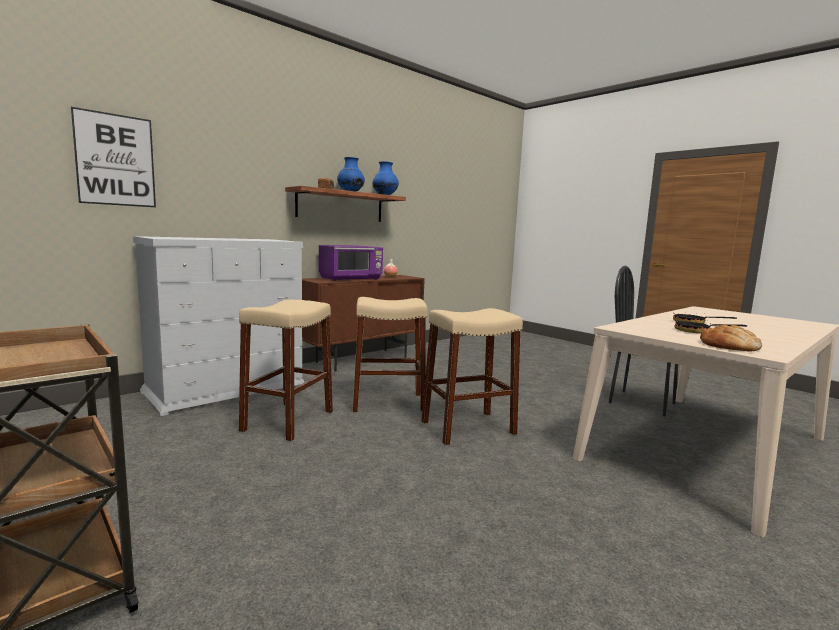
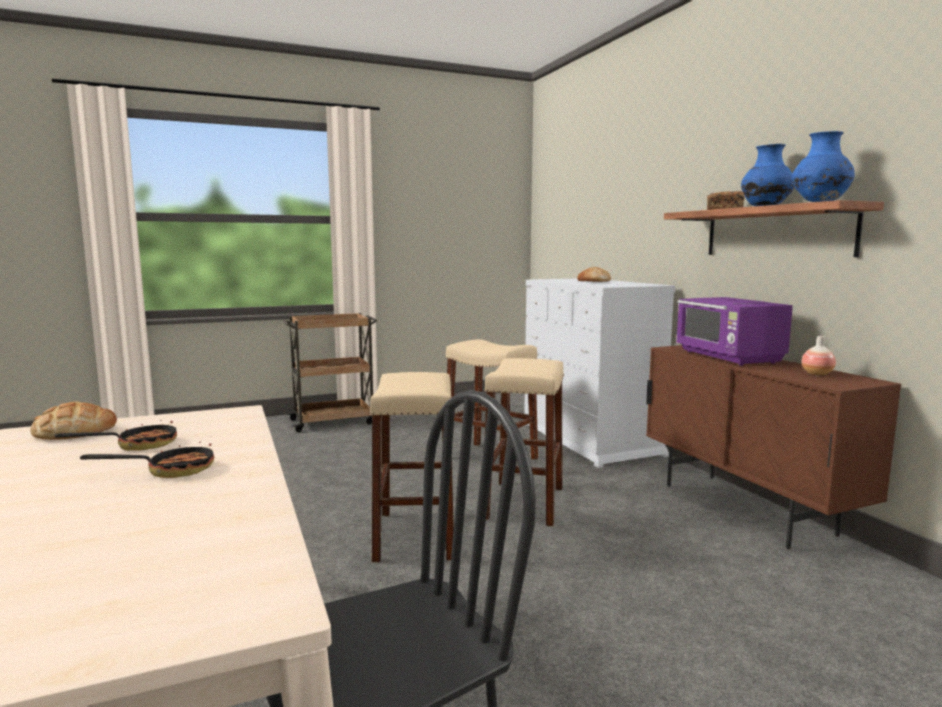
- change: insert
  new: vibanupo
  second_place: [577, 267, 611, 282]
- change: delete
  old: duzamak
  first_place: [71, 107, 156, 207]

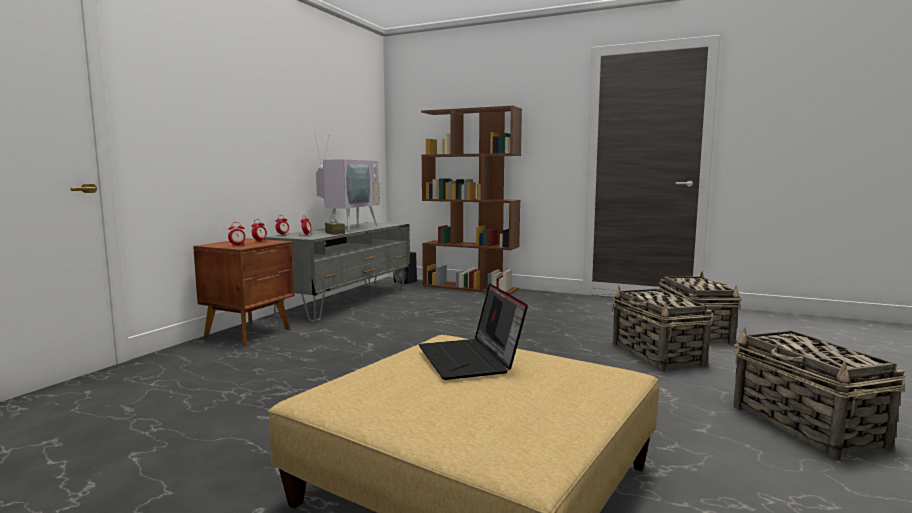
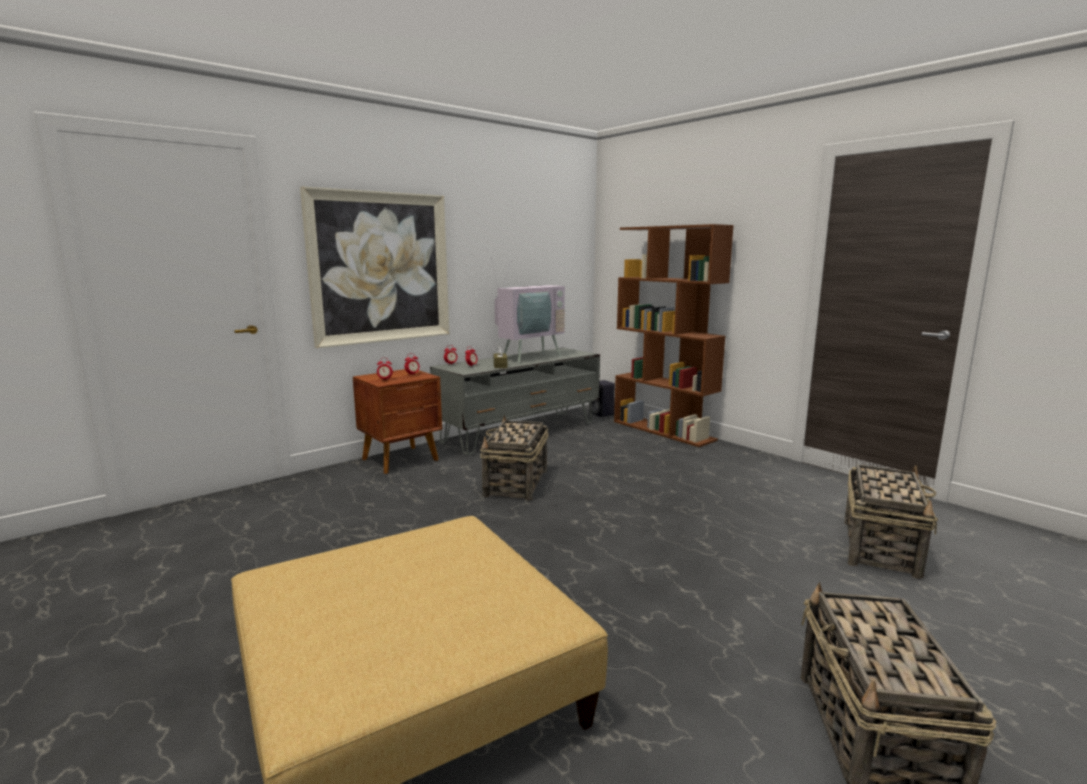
- change: insert
  new: duzamak
  second_place: [300, 186, 449, 348]
- change: move
  old: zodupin
  first_place: [612, 286, 713, 372]
  second_place: [480, 415, 548, 501]
- change: delete
  old: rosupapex
  first_place: [419, 283, 528, 380]

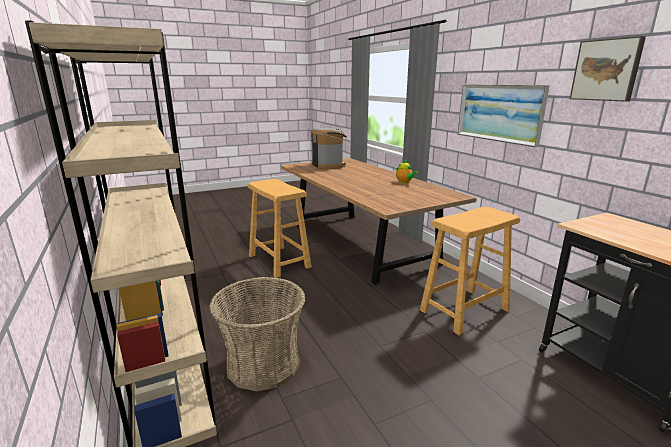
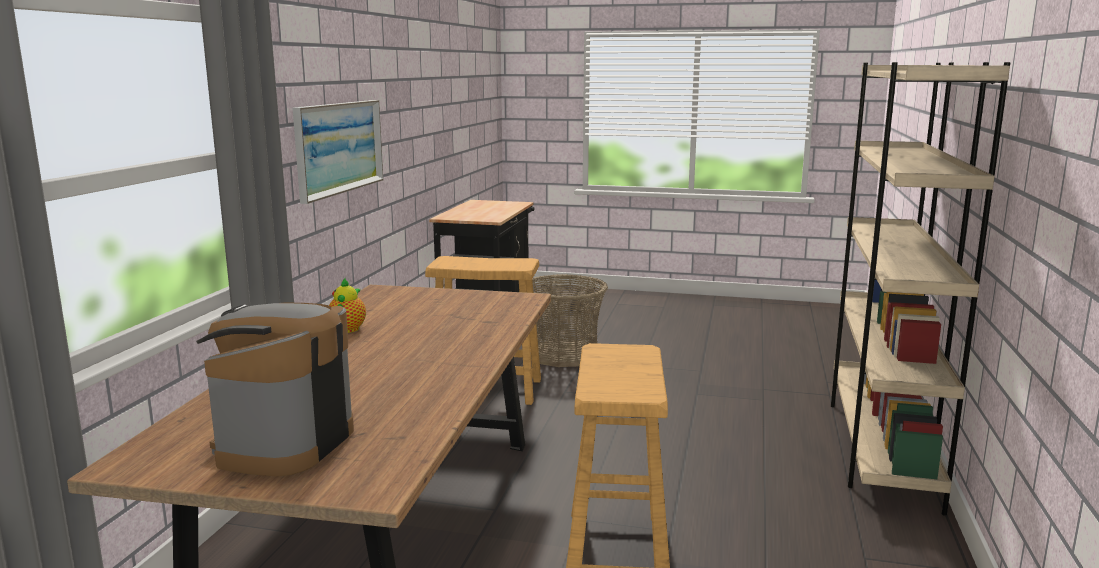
- change: move
  old: zodupin
  first_place: [209, 277, 306, 391]
  second_place: [530, 274, 608, 367]
- change: delete
  old: duzamak
  first_place: [570, 36, 646, 102]

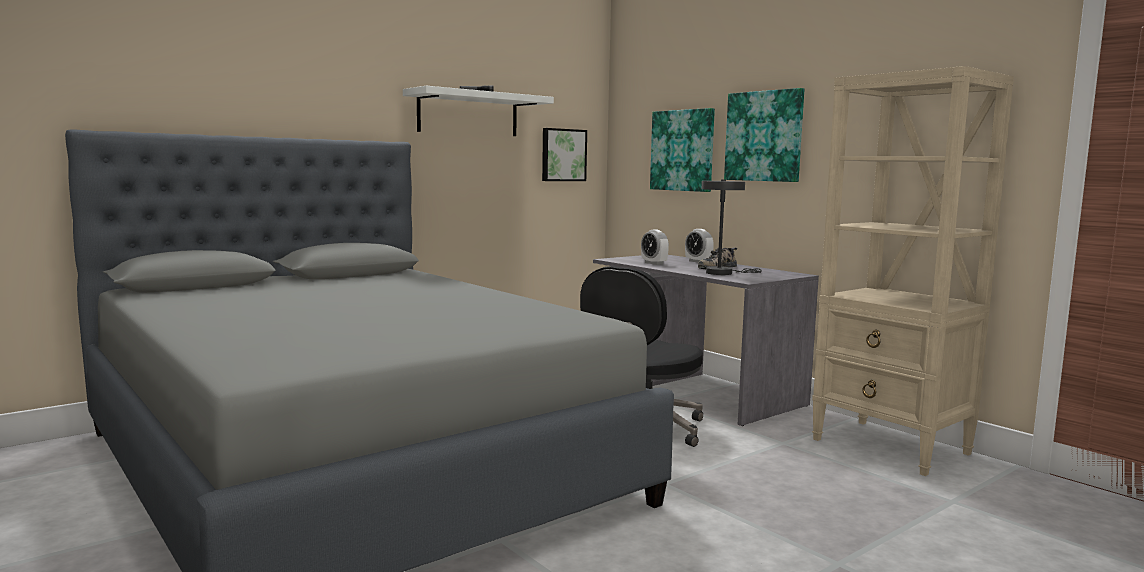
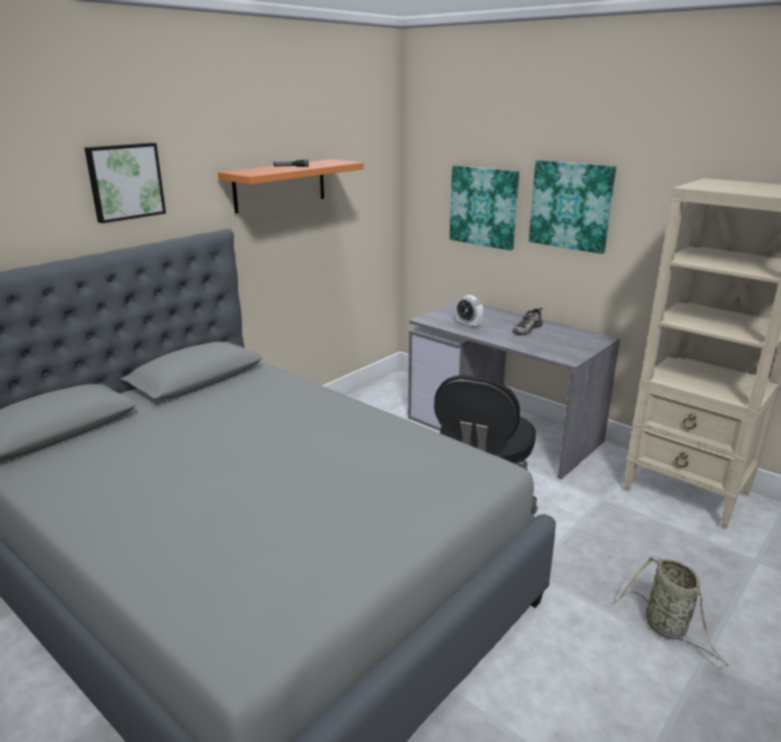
- change: move
  old: duzamak
  first_place: [542, 128, 587, 181]
  second_place: [84, 143, 166, 223]
- change: recolor
  old: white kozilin
  new: orange kozilin
  first_place: [403, 86, 554, 136]
  second_place: [218, 159, 364, 214]
- change: insert
  new: zodupin
  second_place: [618, 556, 728, 667]
- change: delete
  old: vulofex
  first_place: [685, 229, 714, 263]
- change: delete
  old: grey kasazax
  first_place: [702, 179, 762, 275]

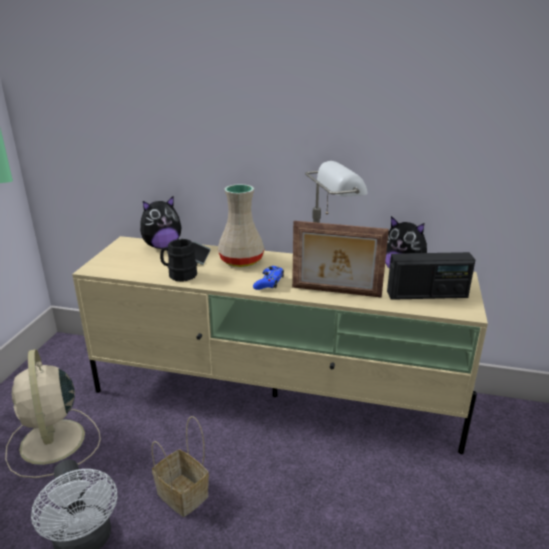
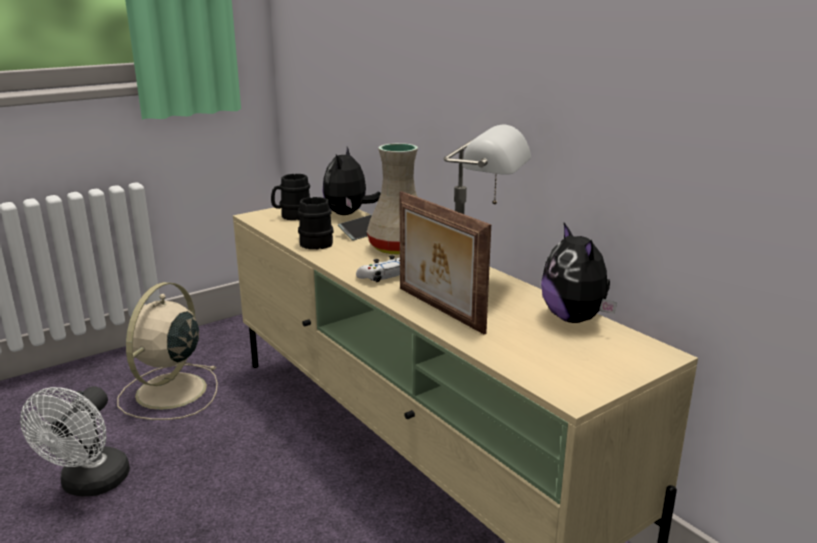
- change: insert
  new: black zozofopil
  second_place: [271, 174, 310, 220]
- change: rotate
  old: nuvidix
  first_place: [140, 196, 182, 249]
  second_place: [323, 147, 381, 215]
  degrees: 90
- change: recolor
  old: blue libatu
  new: white libatu
  first_place: [253, 266, 284, 290]
  second_place: [356, 255, 400, 282]
- change: delete
  old: zodupin
  first_place: [152, 416, 209, 517]
- change: delete
  old: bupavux
  first_place: [387, 252, 476, 300]

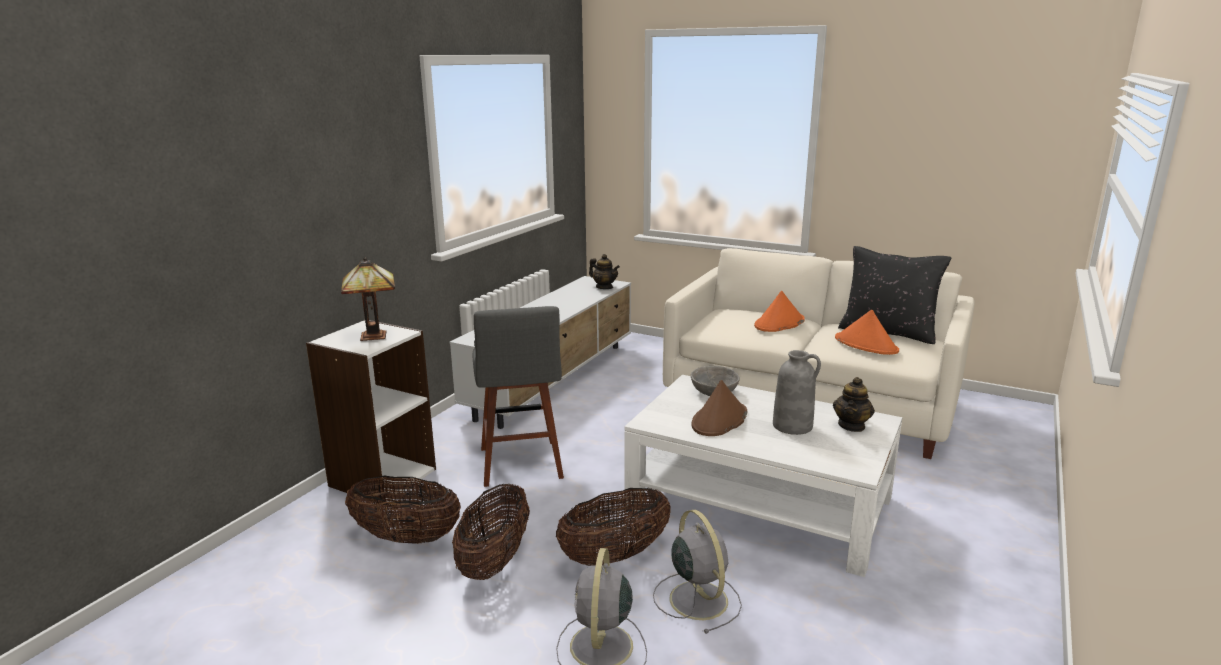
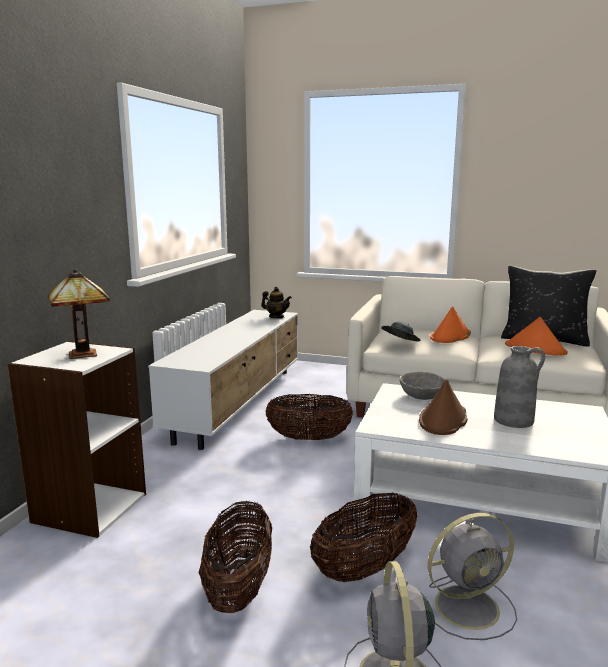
- change: move
  old: zodupin
  first_place: [345, 476, 461, 544]
  second_place: [266, 394, 353, 440]
- change: insert
  new: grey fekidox
  second_place: [381, 321, 420, 342]
- change: rotate
  old: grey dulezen
  first_place: [653, 510, 742, 634]
  second_place: [428, 513, 517, 640]
  degrees: 105
- change: delete
  old: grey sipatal
  first_place: [473, 306, 564, 487]
- change: delete
  old: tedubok
  first_place: [833, 377, 875, 432]

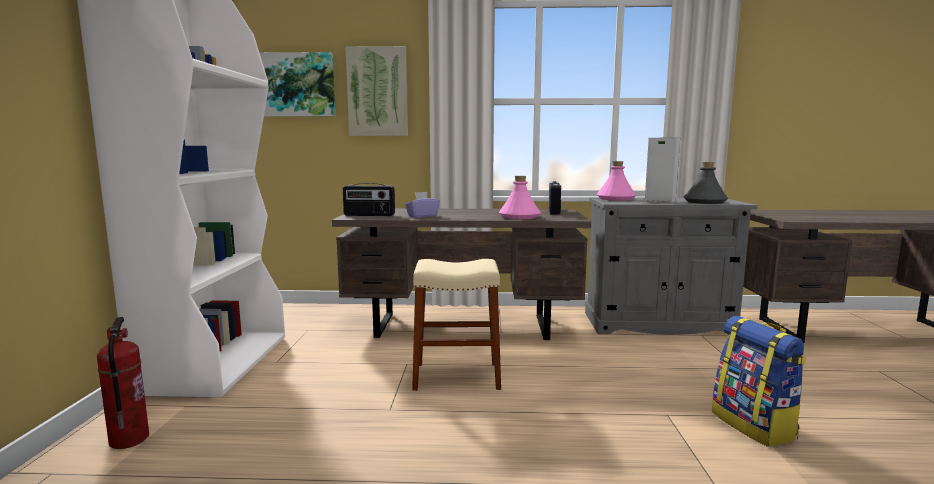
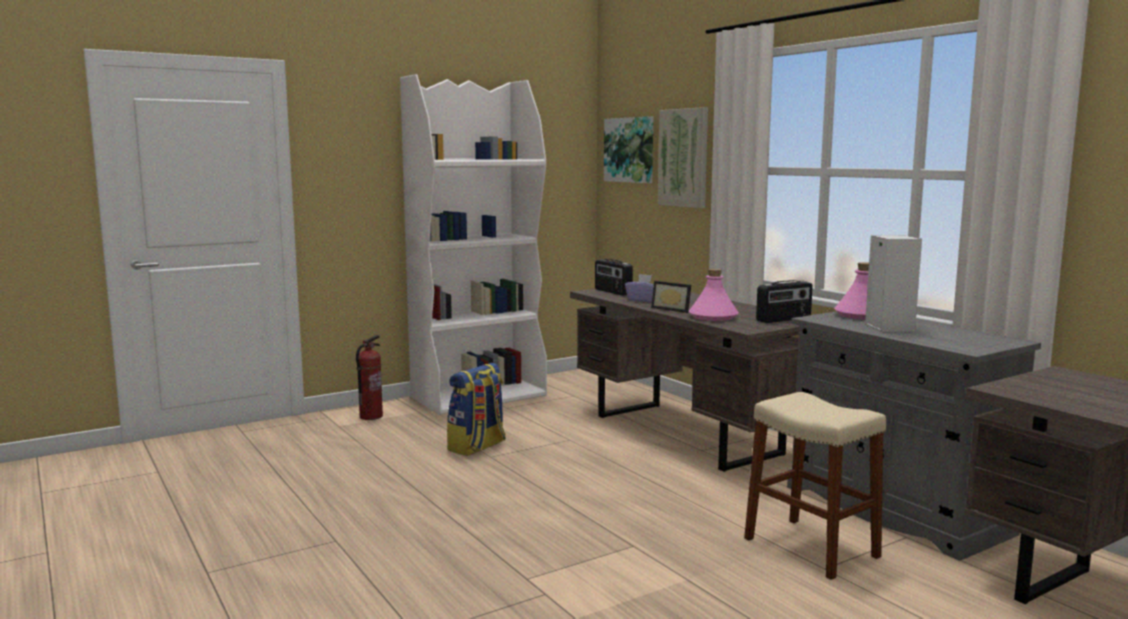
- change: move
  old: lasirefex
  first_place: [712, 316, 806, 447]
  second_place: [447, 363, 506, 456]
- change: insert
  new: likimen
  second_place: [651, 281, 691, 313]
- change: move
  old: beige sipatal
  first_place: [412, 259, 501, 391]
  second_place: [744, 392, 886, 580]
- change: delete
  old: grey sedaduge
  first_place: [684, 162, 728, 204]

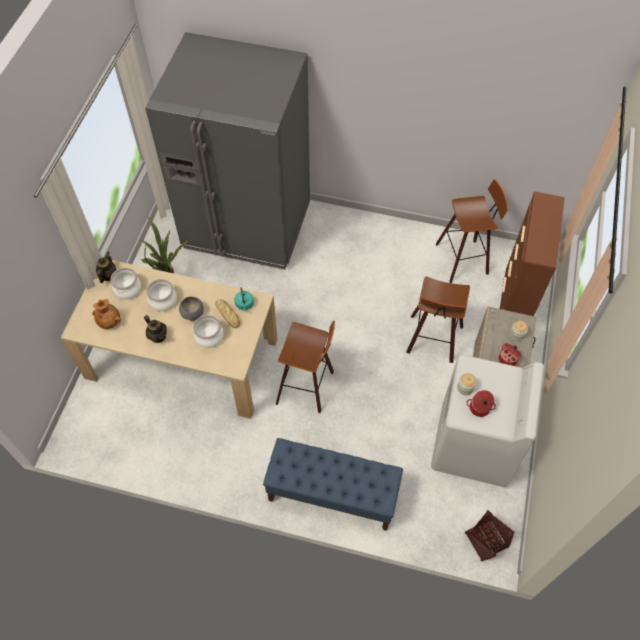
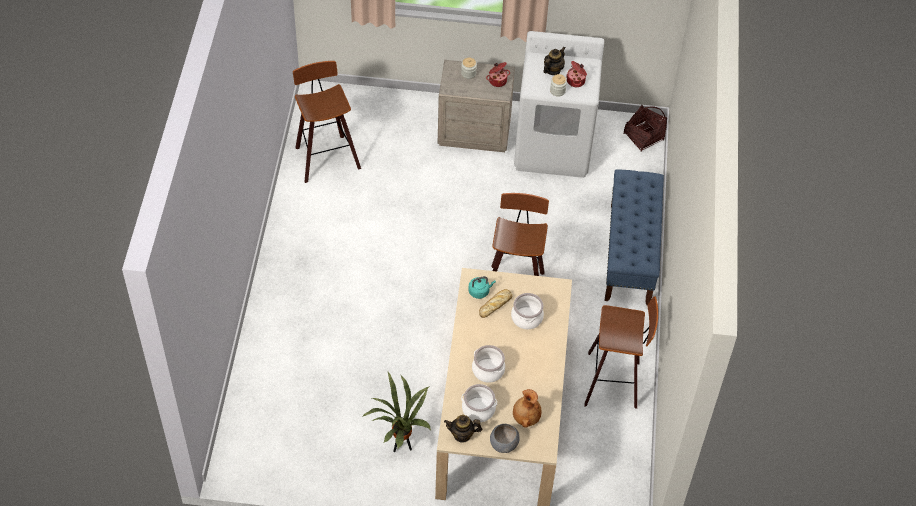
- change: move
  old: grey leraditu
  first_place: [179, 296, 204, 321]
  second_place: [490, 424, 520, 453]
- change: move
  old: tedubok
  first_place: [144, 315, 167, 343]
  second_place: [543, 47, 565, 75]
- change: move
  old: sipatal
  first_place: [406, 276, 470, 363]
  second_place: [584, 297, 658, 409]
- change: delete
  old: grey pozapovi
  first_place: [145, 32, 310, 270]
- change: delete
  old: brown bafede
  first_place: [500, 191, 564, 316]

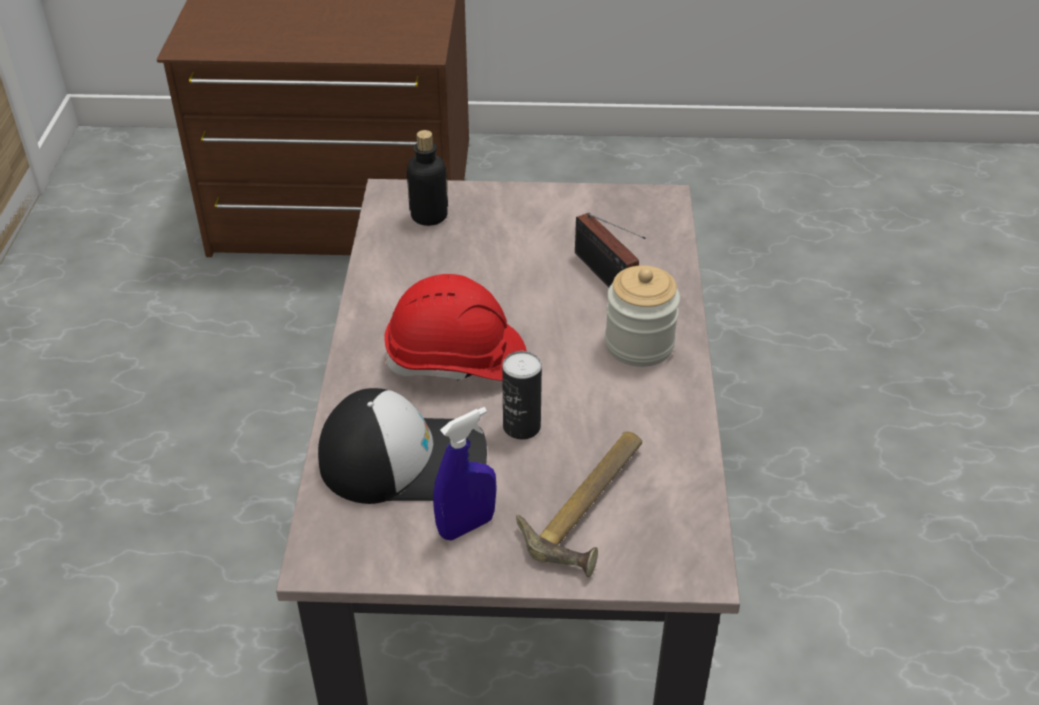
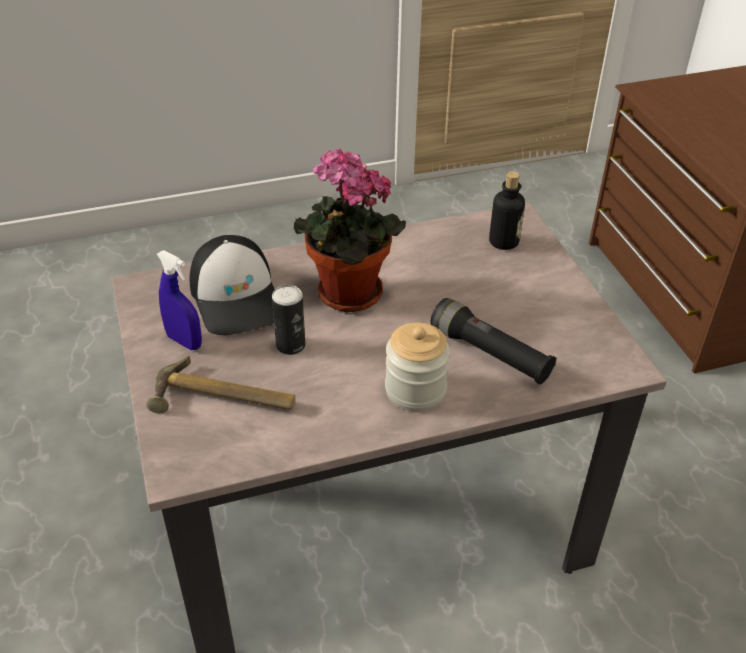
- change: replace
  old: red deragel
  new: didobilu
  first_place: [384, 274, 527, 381]
  second_place: [293, 148, 406, 312]
- change: replace
  old: bupavux
  new: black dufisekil
  first_place: [575, 213, 645, 287]
  second_place: [431, 298, 557, 384]

